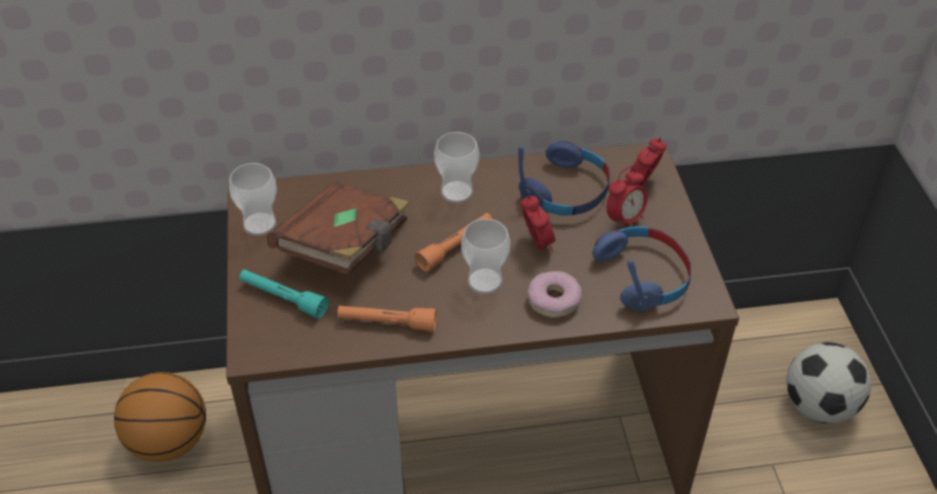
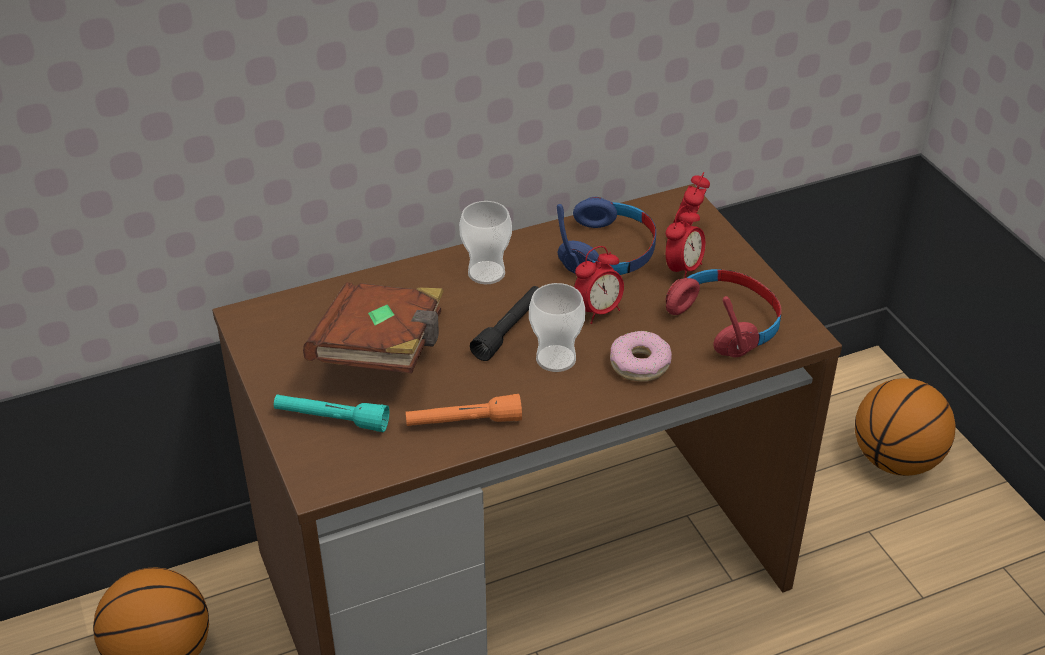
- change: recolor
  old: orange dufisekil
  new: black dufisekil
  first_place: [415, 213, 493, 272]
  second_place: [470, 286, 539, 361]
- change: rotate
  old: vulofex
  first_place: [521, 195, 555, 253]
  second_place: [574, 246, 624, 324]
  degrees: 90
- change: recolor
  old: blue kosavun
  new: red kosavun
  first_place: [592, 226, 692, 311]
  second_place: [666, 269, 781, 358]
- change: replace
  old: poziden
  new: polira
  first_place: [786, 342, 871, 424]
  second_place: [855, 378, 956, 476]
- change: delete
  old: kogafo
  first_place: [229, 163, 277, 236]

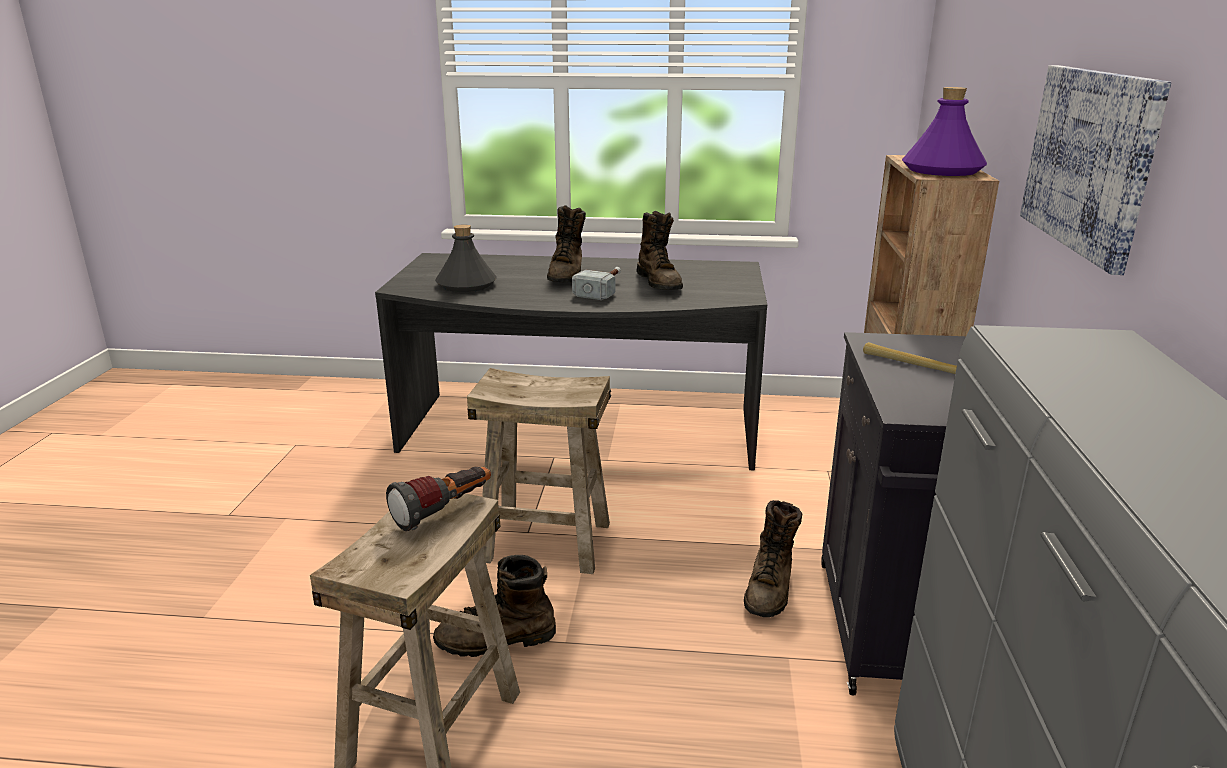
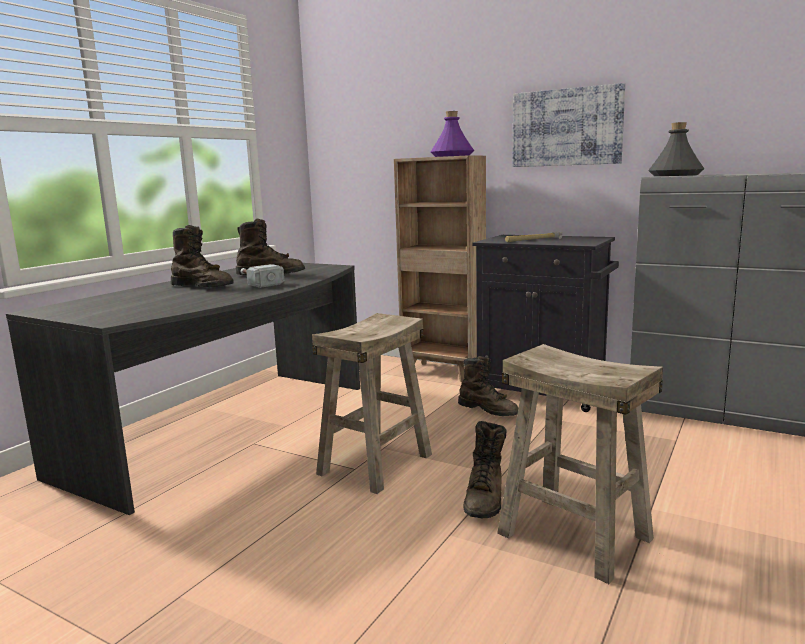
- change: move
  old: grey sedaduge
  first_place: [435, 225, 497, 292]
  second_place: [648, 122, 704, 176]
- change: delete
  old: dufisekil
  first_place: [386, 467, 491, 531]

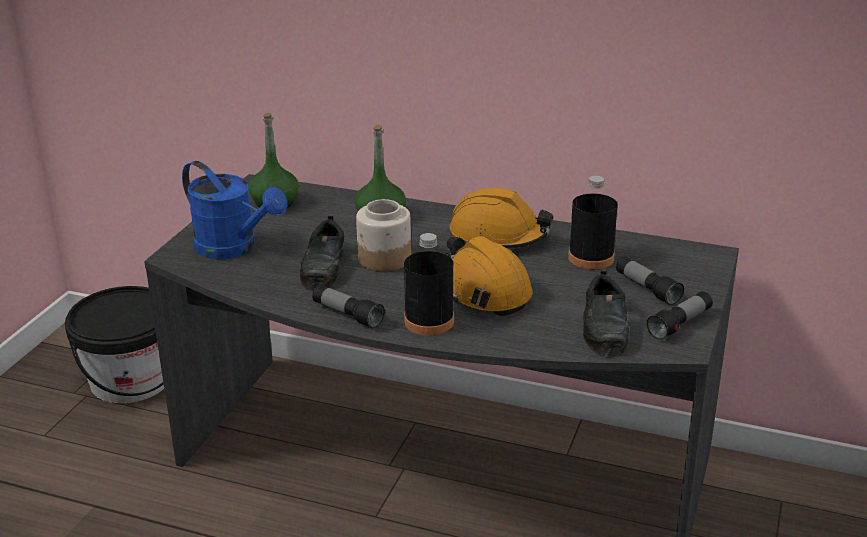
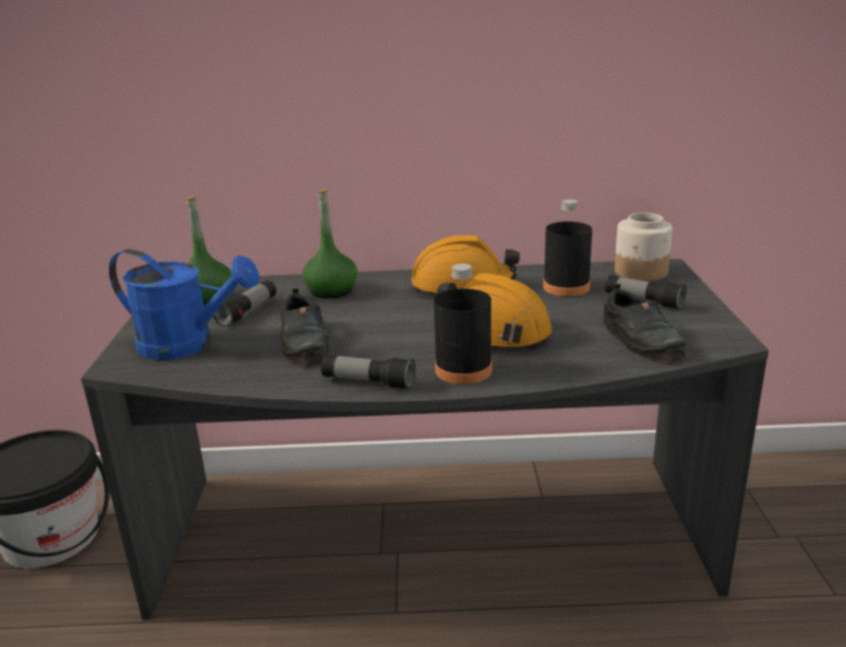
- change: move
  old: dufisekil
  first_place: [646, 291, 713, 340]
  second_place: [213, 280, 276, 327]
- change: move
  old: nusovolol
  first_place: [356, 199, 411, 271]
  second_place: [615, 213, 673, 281]

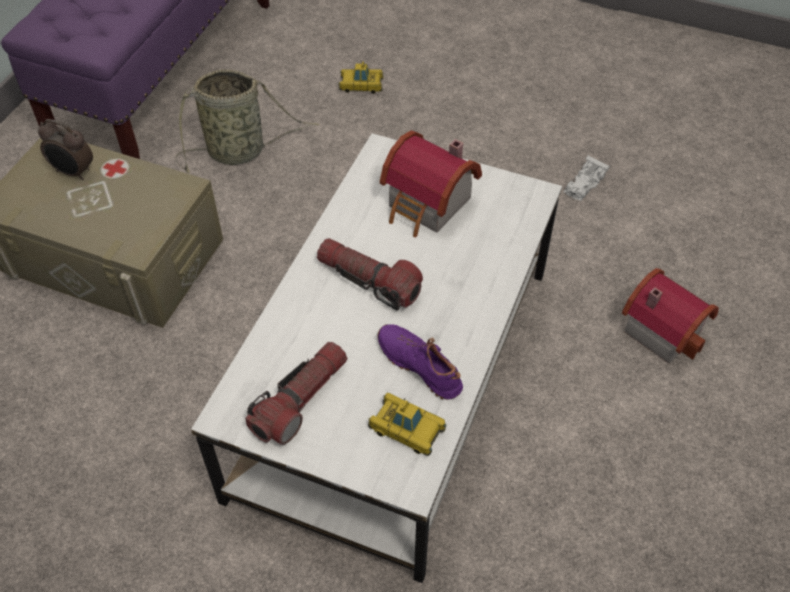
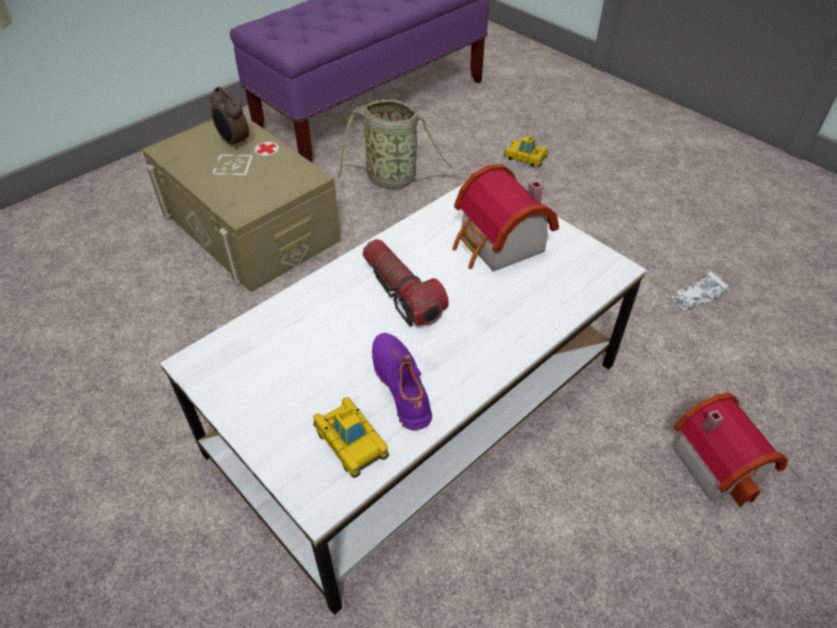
- change: delete
  old: dufisekil
  first_place: [245, 342, 347, 445]

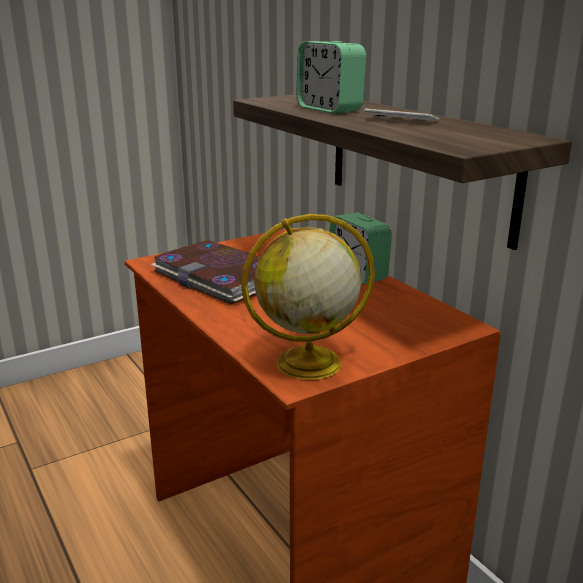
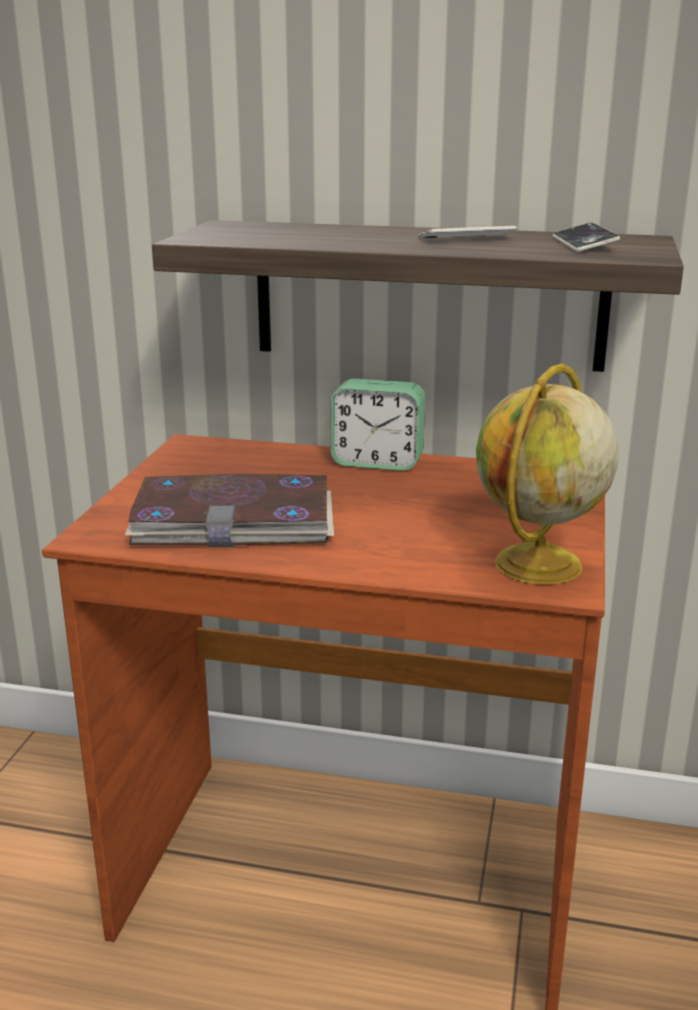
- change: insert
  new: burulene
  second_place: [553, 222, 620, 252]
- change: delete
  old: vulofex
  first_place: [296, 41, 366, 114]

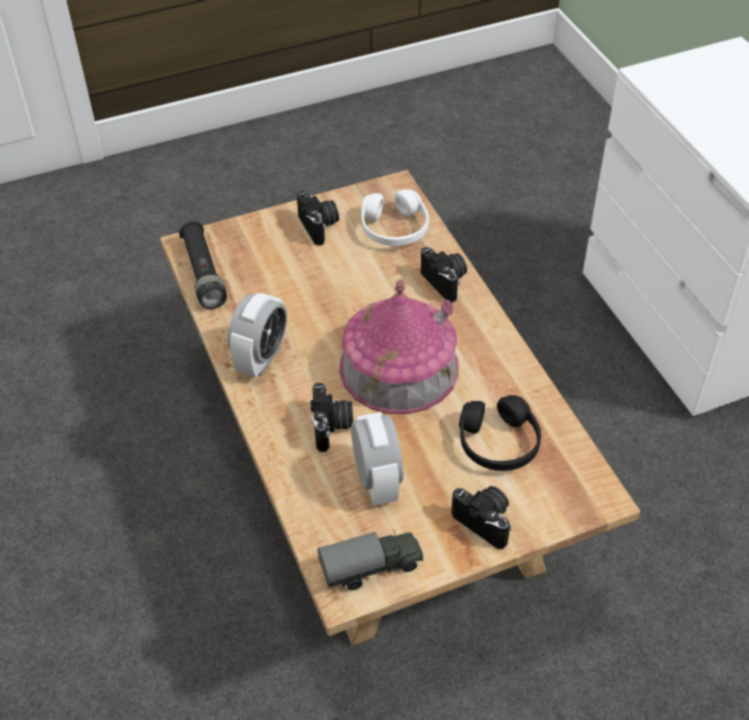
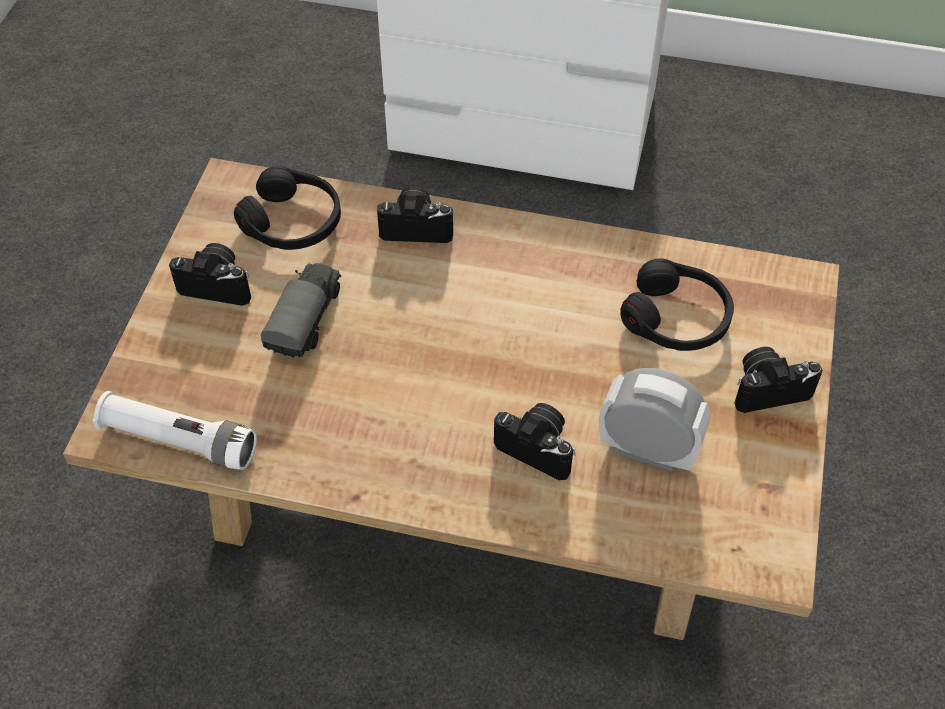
- change: recolor
  old: black dufisekil
  new: white dufisekil
  first_place: [179, 221, 227, 309]
  second_place: [92, 391, 257, 470]
- change: recolor
  old: white kosavun
  new: black kosavun
  first_place: [361, 189, 429, 246]
  second_place: [234, 166, 341, 250]
- change: move
  old: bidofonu
  first_place: [317, 529, 423, 590]
  second_place: [261, 263, 341, 358]
- change: delete
  old: vulofex
  first_place: [228, 293, 287, 378]
- change: delete
  old: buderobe
  first_place: [340, 281, 459, 414]

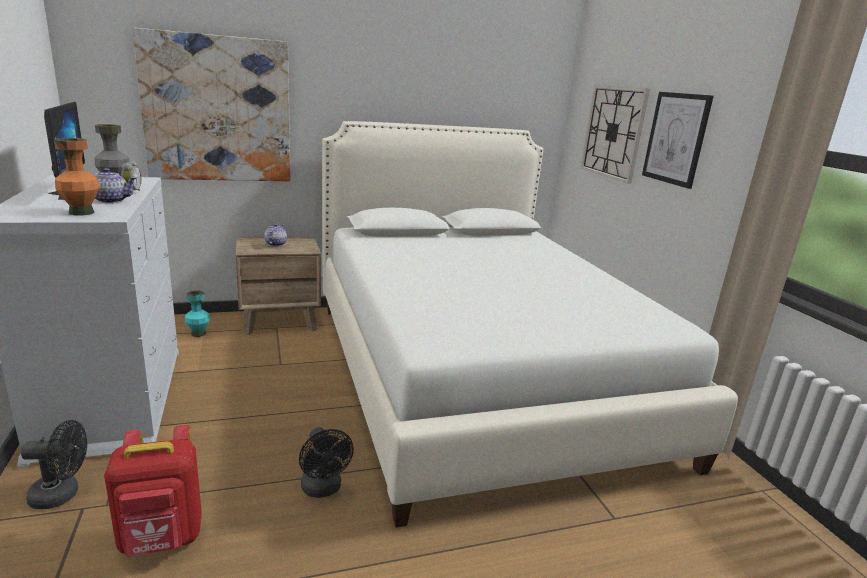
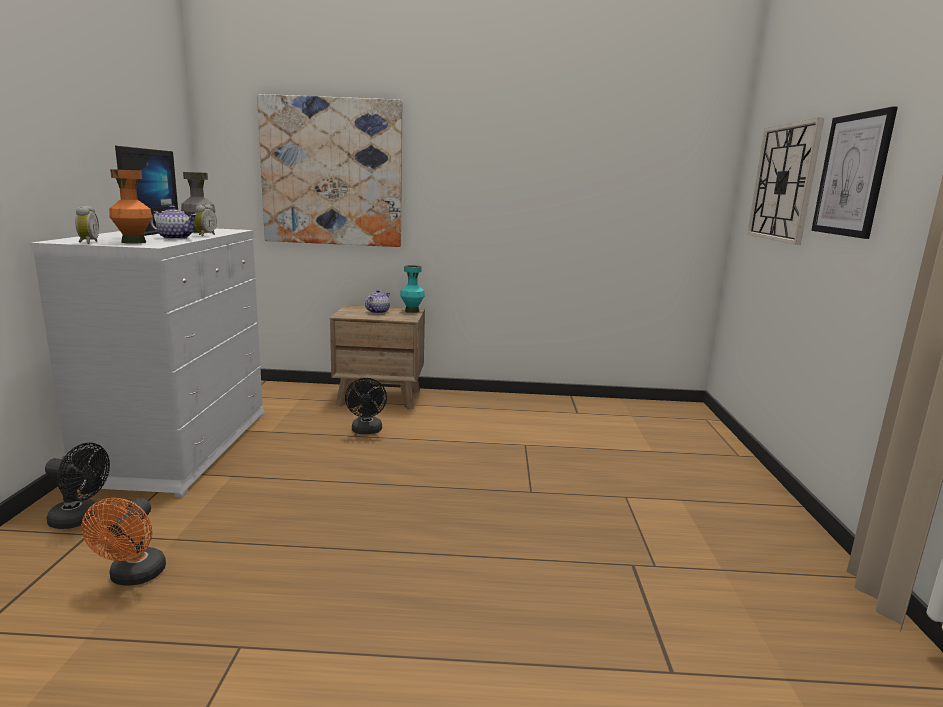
- change: insert
  new: vulofex
  second_place: [75, 206, 99, 244]
- change: replace
  old: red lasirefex
  new: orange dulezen
  first_place: [104, 425, 202, 557]
  second_place: [82, 498, 166, 586]
- change: move
  old: black dulezen
  first_place: [299, 427, 354, 498]
  second_place: [345, 378, 387, 434]
- change: move
  old: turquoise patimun
  first_place: [185, 291, 210, 337]
  second_place: [400, 265, 425, 313]
- change: delete
  old: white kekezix
  first_place: [322, 121, 738, 528]

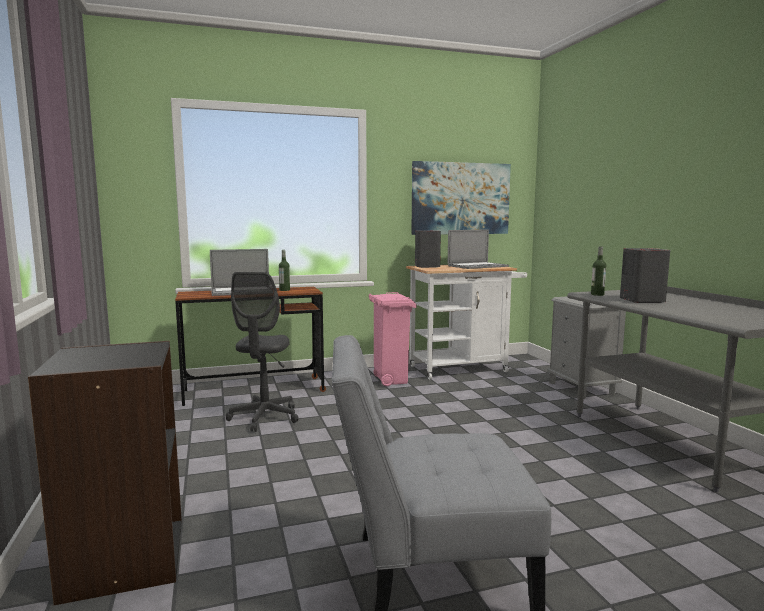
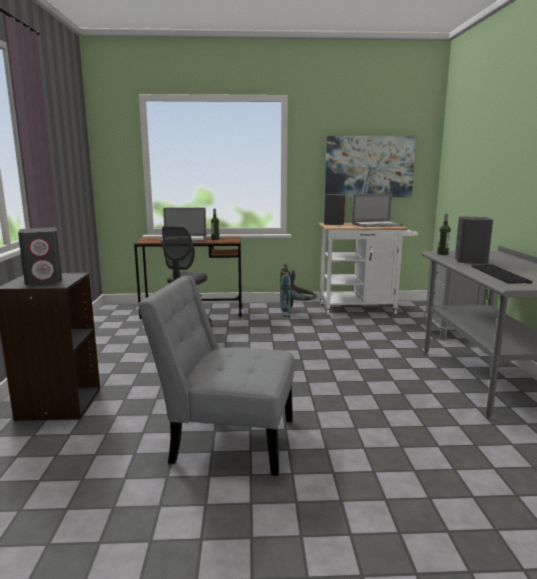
- change: insert
  new: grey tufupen
  second_place: [18, 227, 62, 285]
- change: replace
  old: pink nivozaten
  new: grey lasirefex
  first_place: [369, 292, 416, 386]
  second_place: [280, 264, 317, 316]
- change: insert
  new: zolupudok
  second_place: [471, 265, 533, 284]

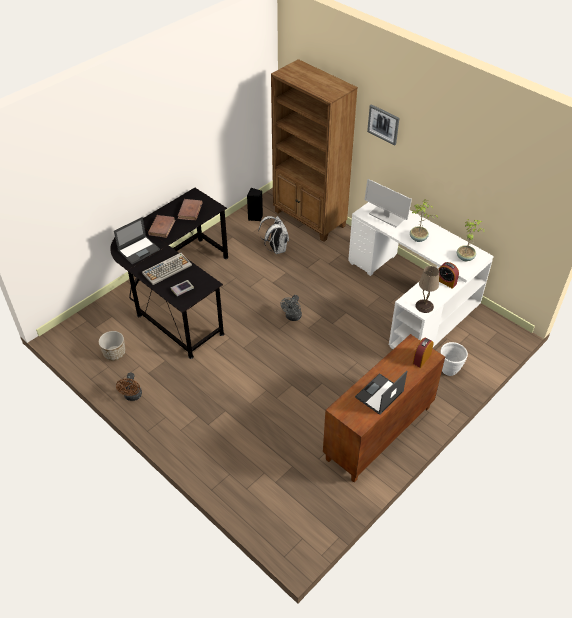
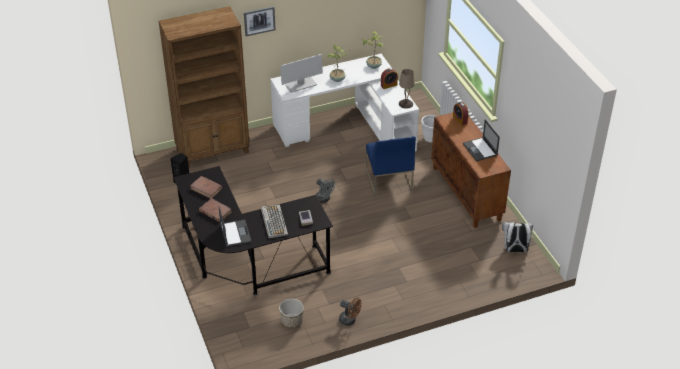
- change: insert
  new: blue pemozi
  second_place: [366, 136, 416, 198]
- change: move
  old: white lasirefex
  first_place: [258, 216, 289, 254]
  second_place: [502, 221, 534, 252]

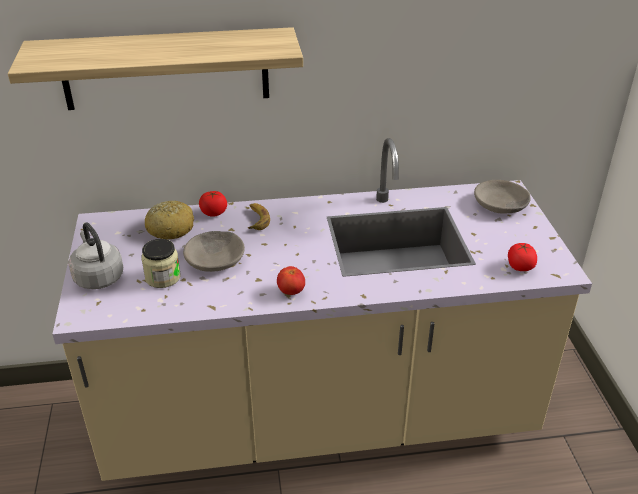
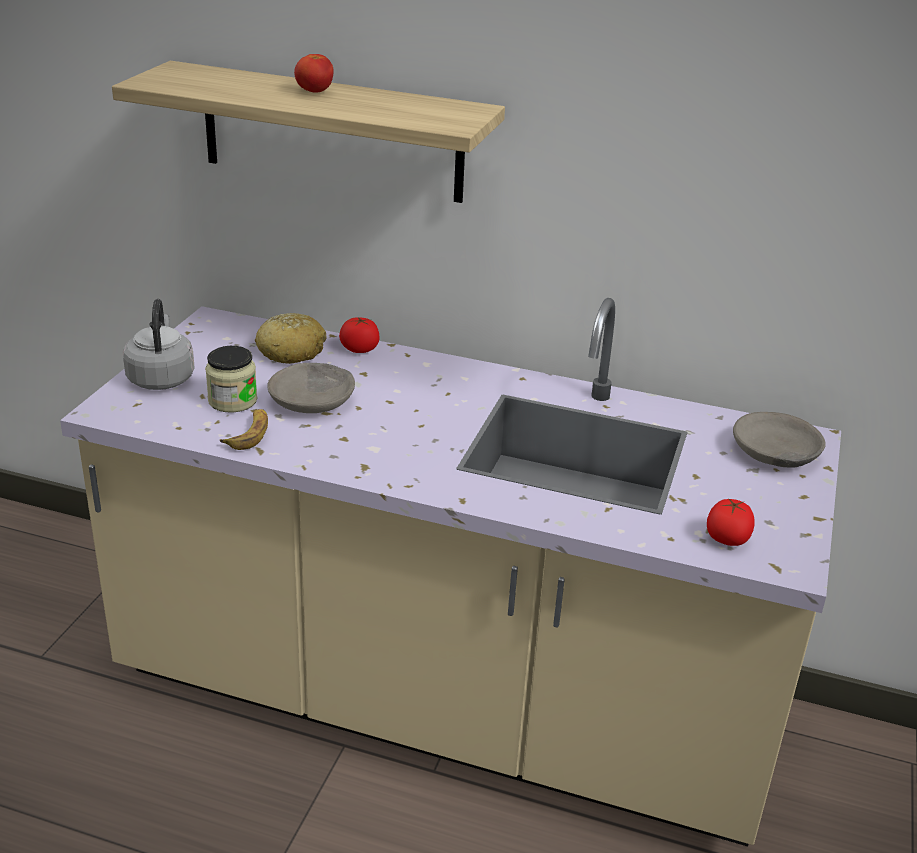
- change: move
  old: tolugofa
  first_place: [248, 203, 270, 230]
  second_place: [220, 409, 268, 450]
- change: move
  old: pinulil
  first_place: [277, 266, 305, 295]
  second_place: [294, 54, 334, 93]

